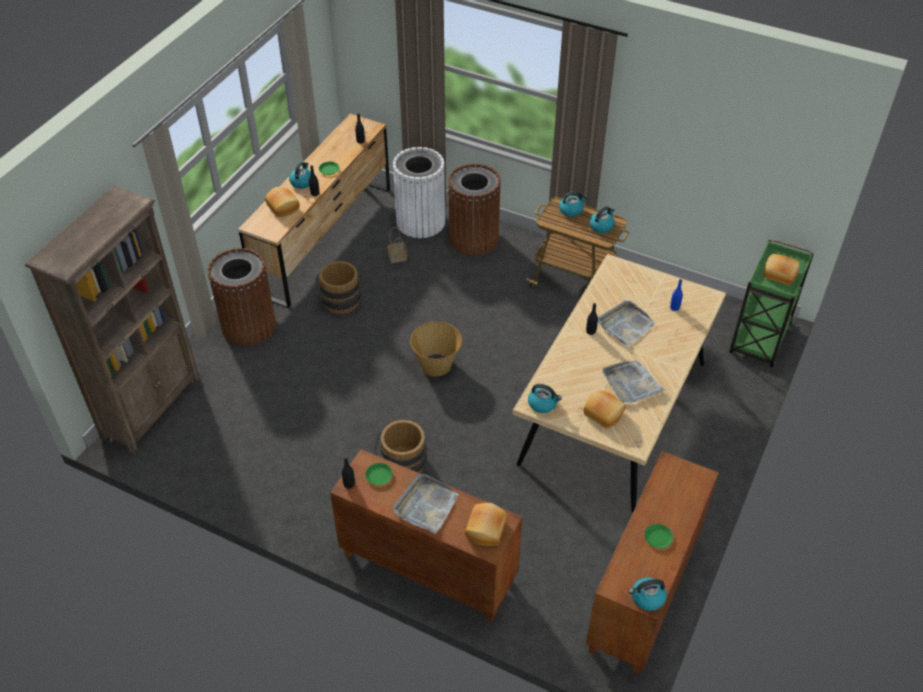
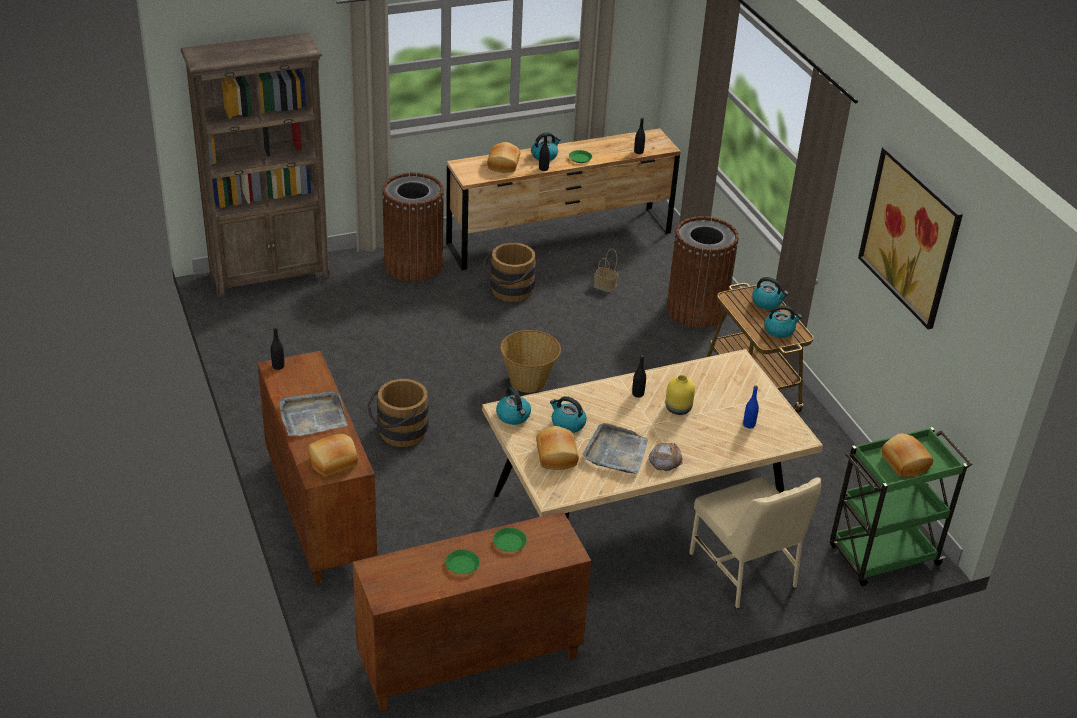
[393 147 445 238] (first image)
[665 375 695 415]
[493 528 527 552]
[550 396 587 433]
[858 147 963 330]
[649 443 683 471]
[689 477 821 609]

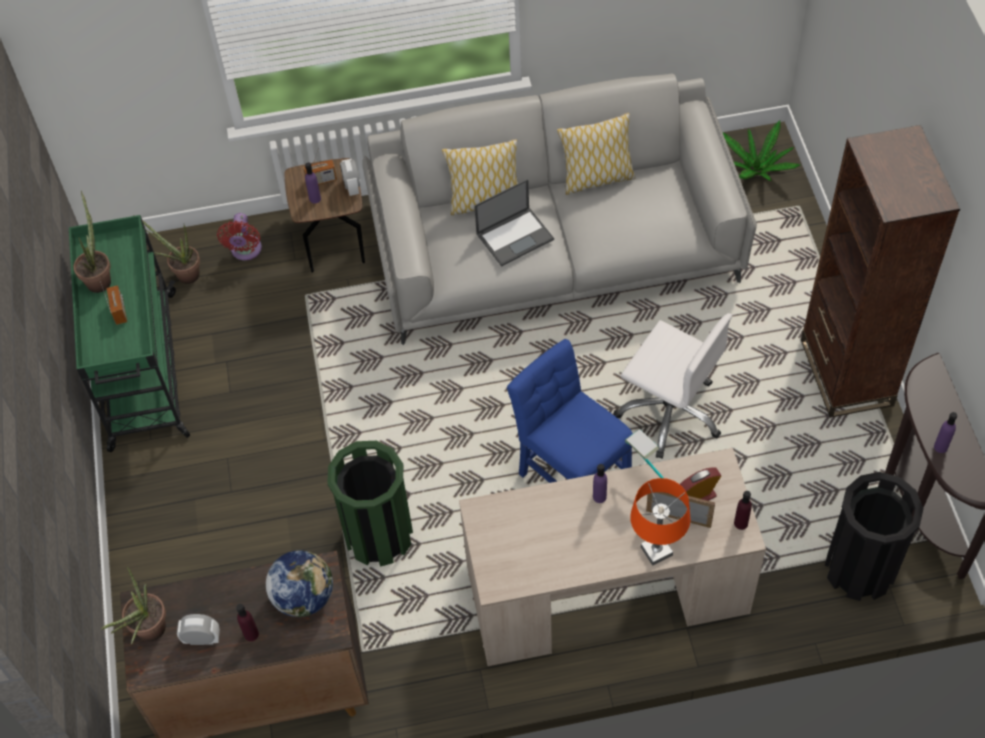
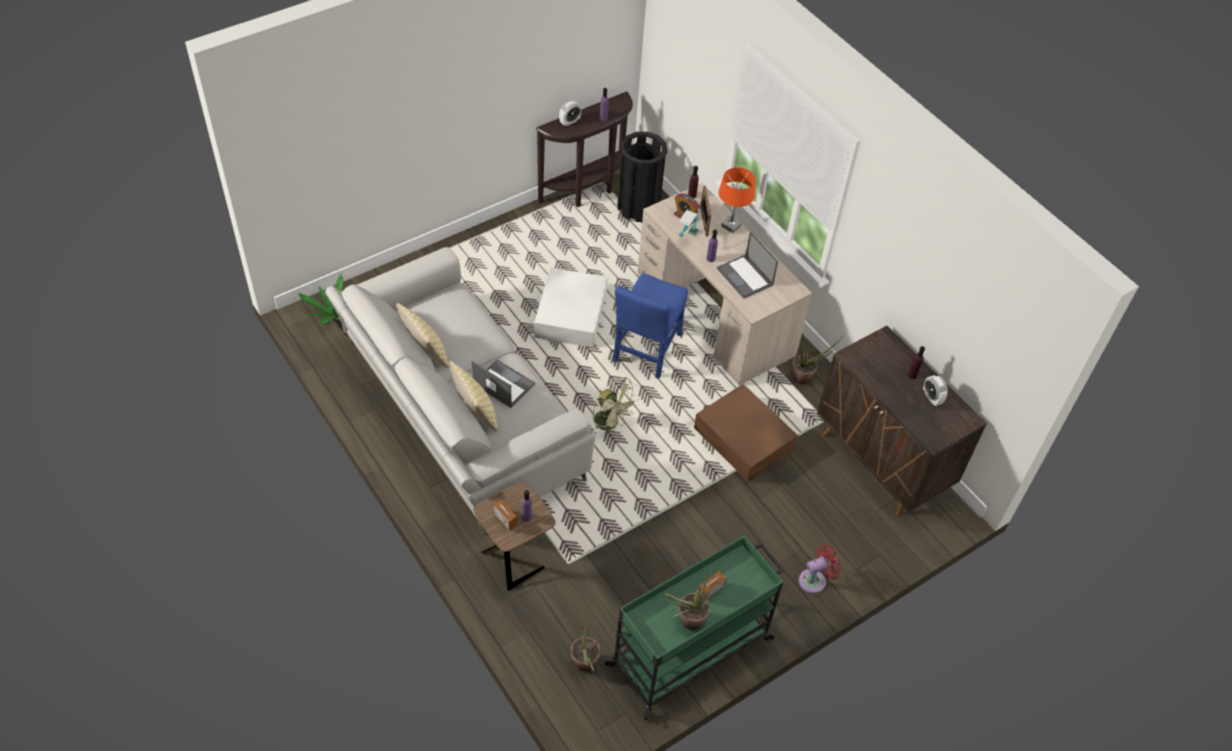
[801 125 960 418] (first image)
[559 101 581 126]
[799 544 841 594]
[534 268 608 347]
[694 384 798 482]
[266 550 333 617] (first image)
[792 336 843 384]
[717 232 778 299]
[593 377 639 431]

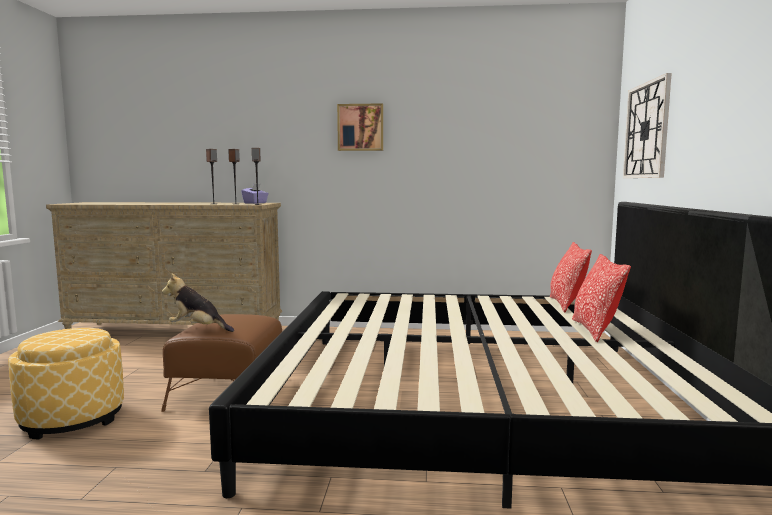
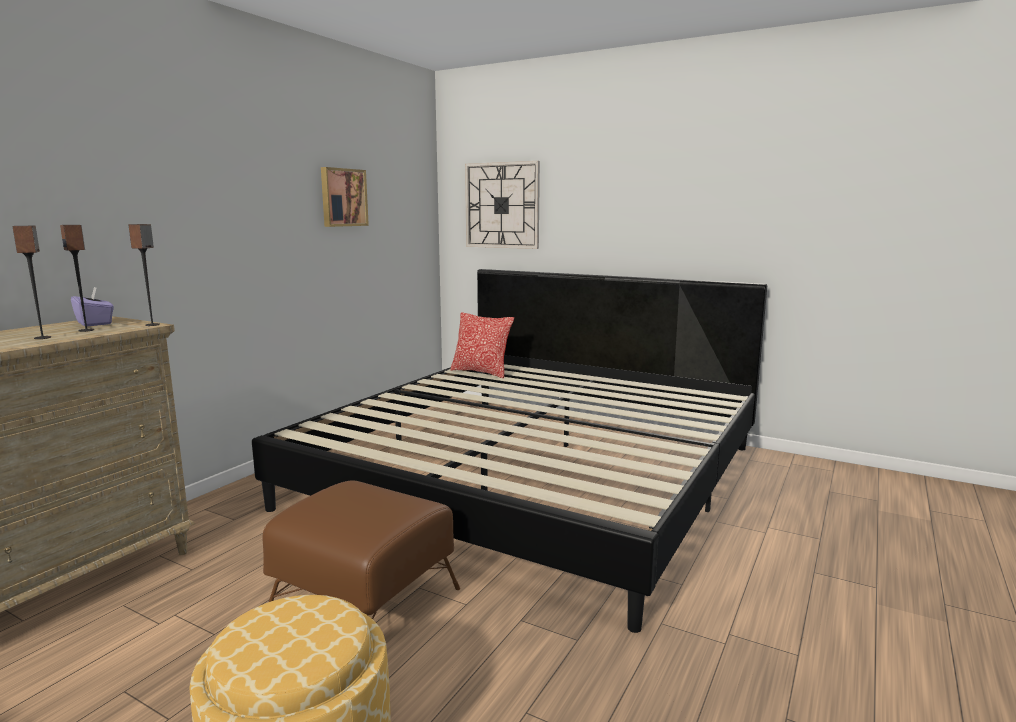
[321 167 369 227]
[572 254 631 342] (first image)
[162 274 234 332] (first image)

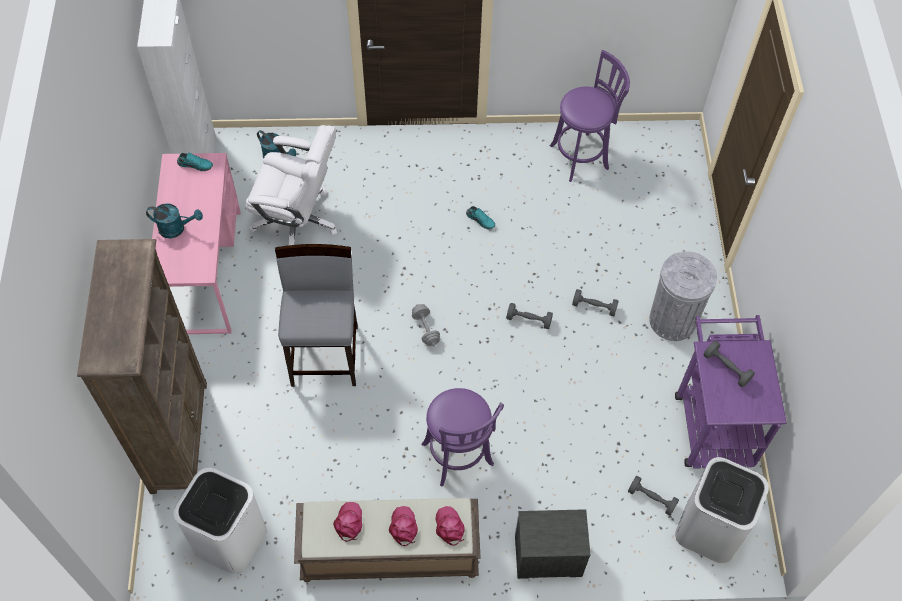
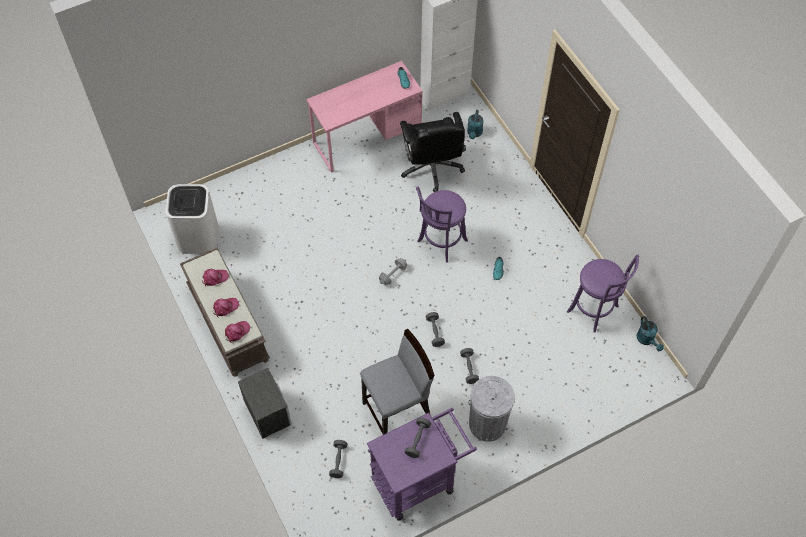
[400 112 466 192]
[637 316 664 351]
[77 239 207 494] (first image)
[360 329 434 435]
[416 186 468 263]
[675 457 769 563] (first image)

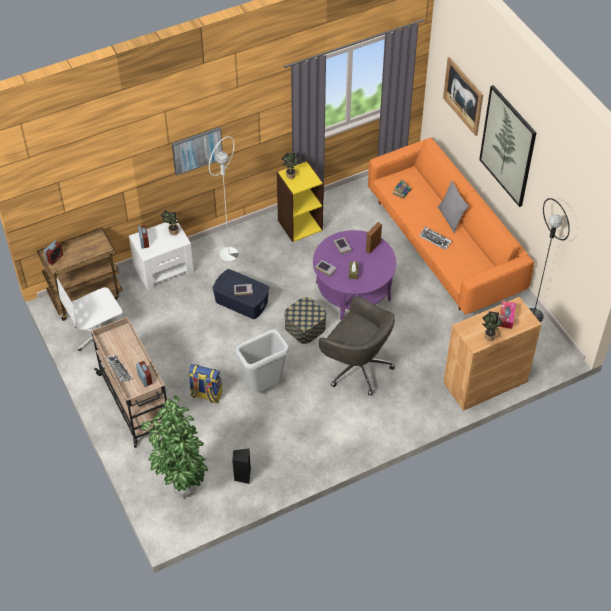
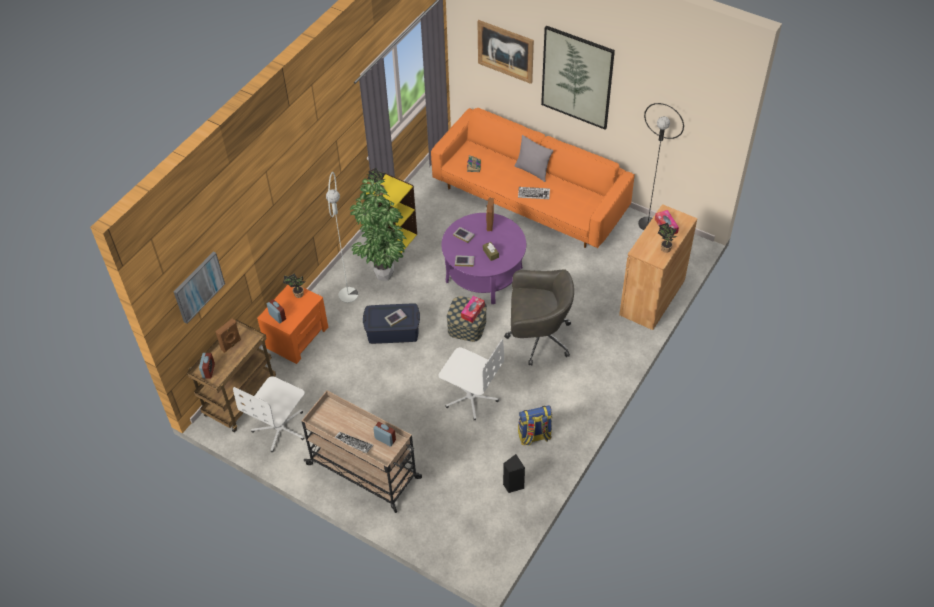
[174 252 225 324]
[257 285 328 364]
[438 339 504 421]
[518 405 552 446]
[350 174 407 281]
[461 296 485 323]
[215 319 241 353]

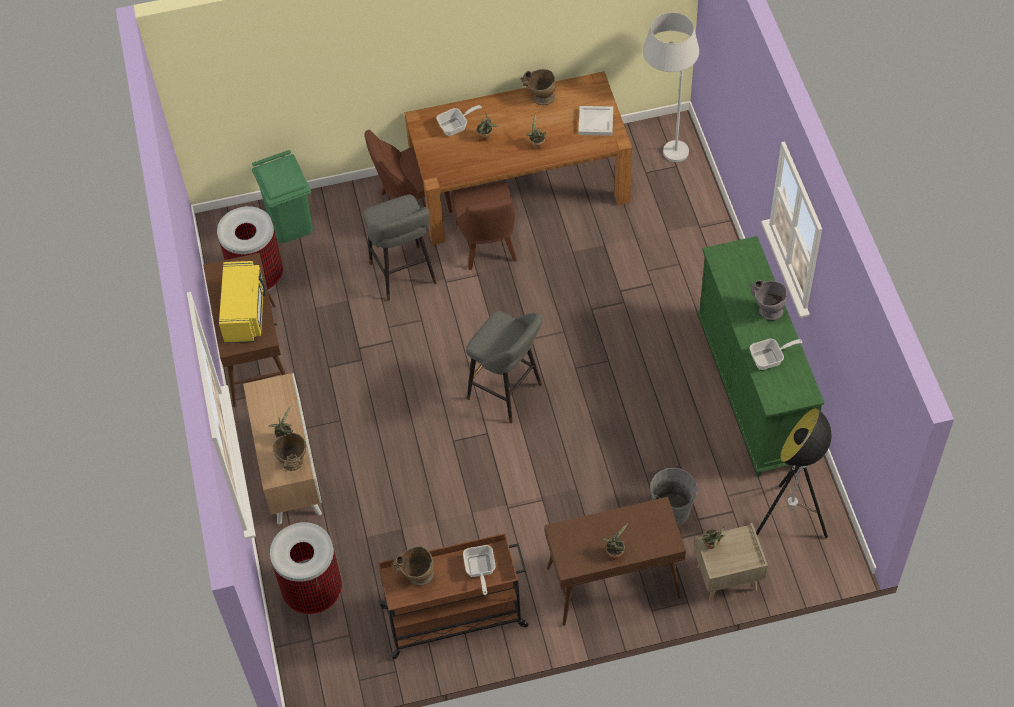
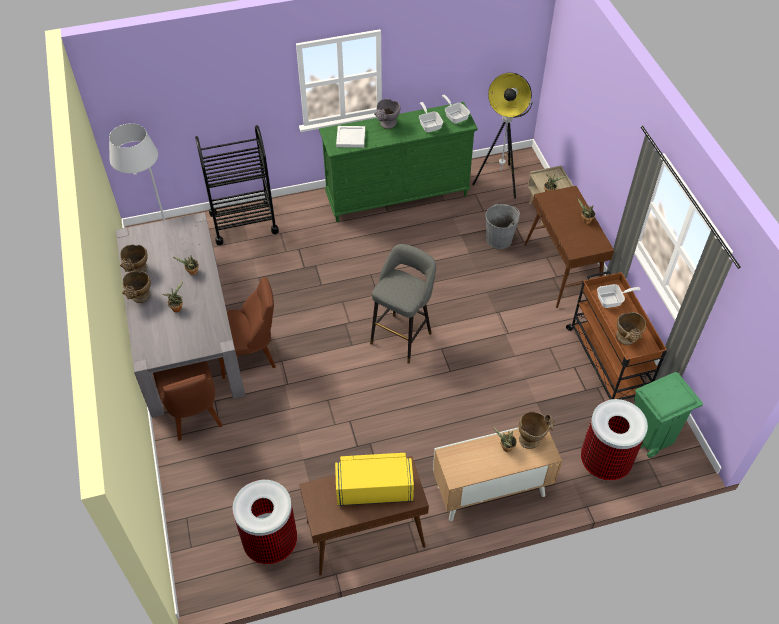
[116 212 245 418]
[442 95 470 124]
[336 126 365 148]
[634 372 703 458]
[363 195 437 301] (first image)
[195 125 279 245]
[122 271 151 303]

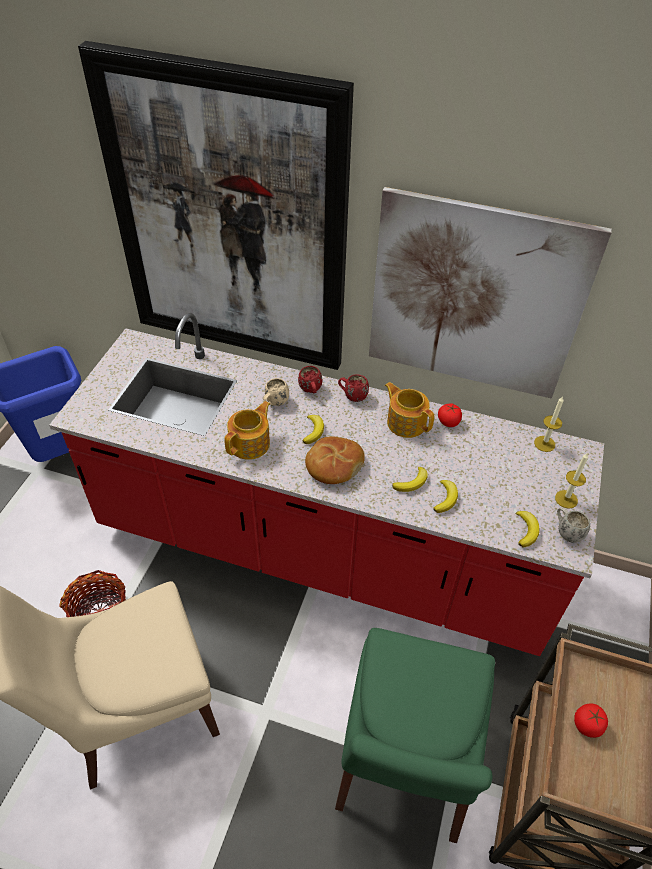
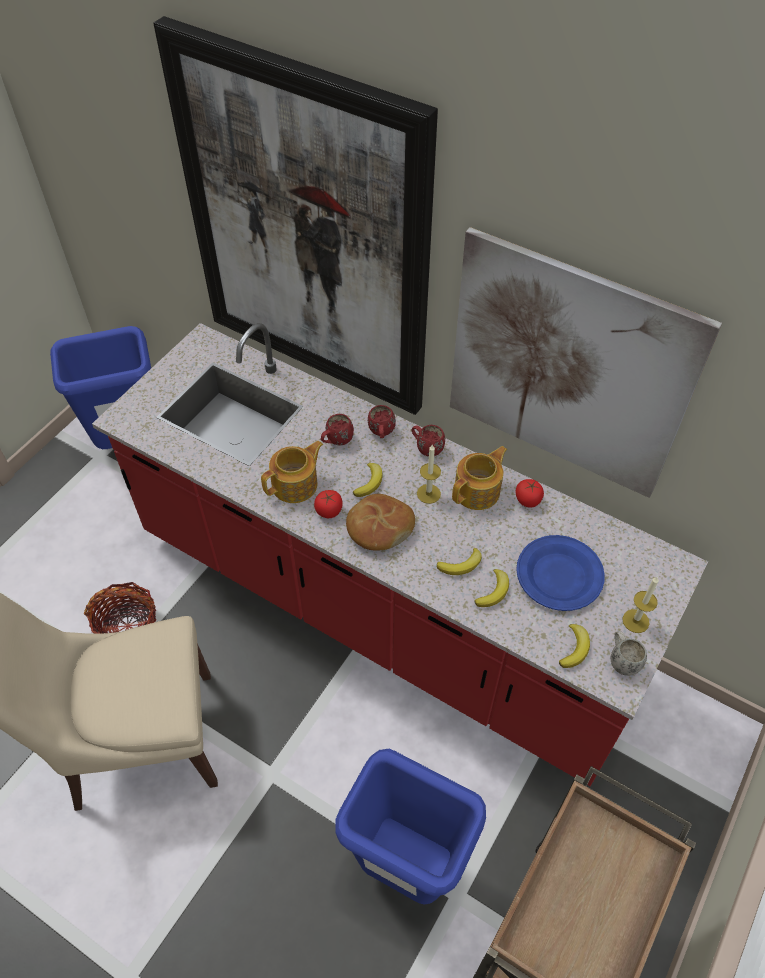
[321 414 354 445]
[452 446 507 510]
[417 445 441 504]
[335 749 486 905]
[314 490 343 518]
[516 535 605 611]

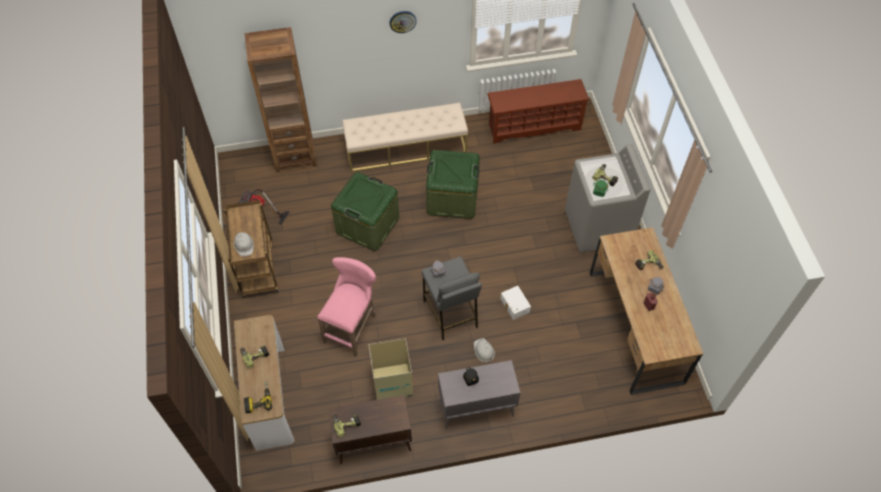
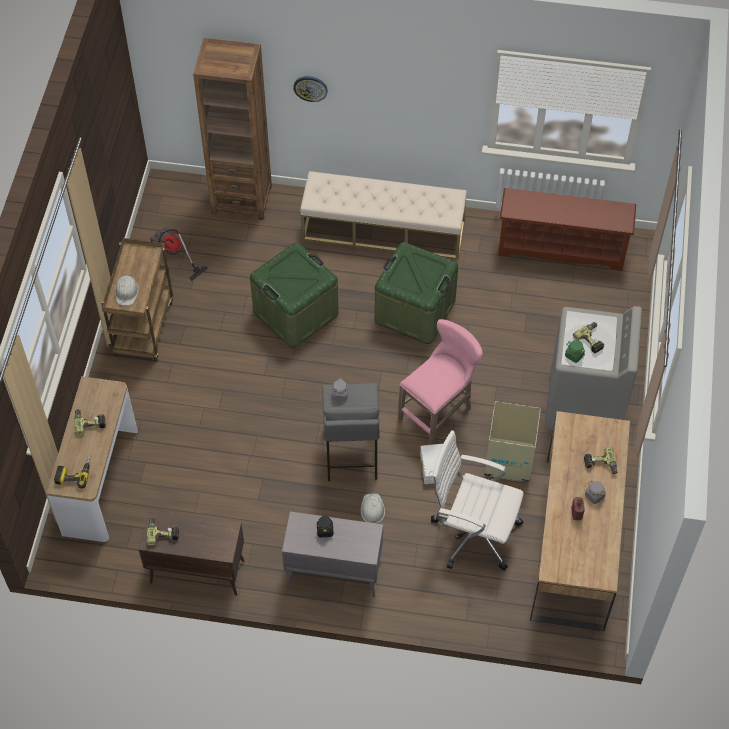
[293 76 328 102]
[398 319 483 445]
[485 401 541 482]
[431 430 524 571]

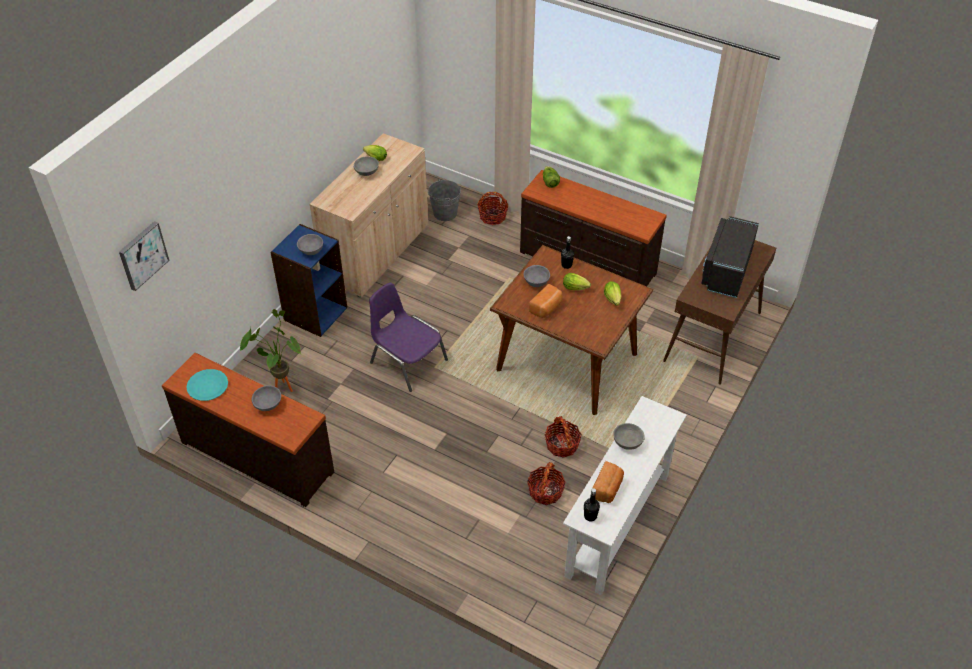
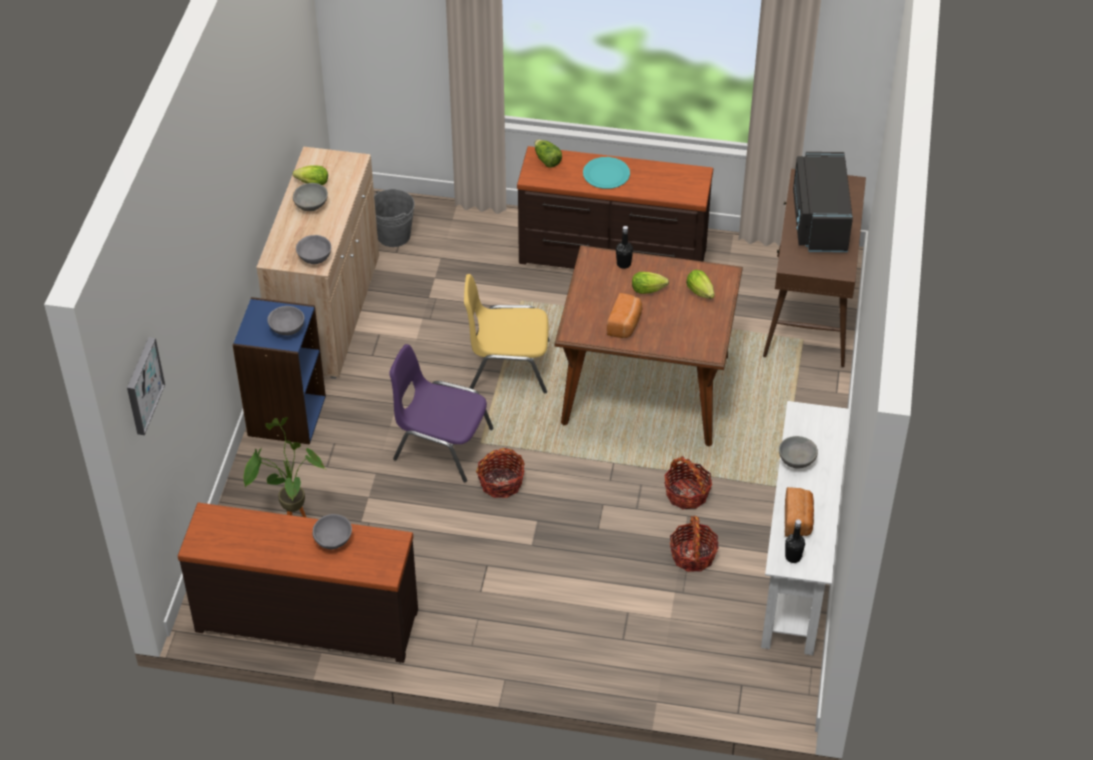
[476 448 525 498]
[296 235 331 264]
[583 157 630 189]
[464 274 550 393]

